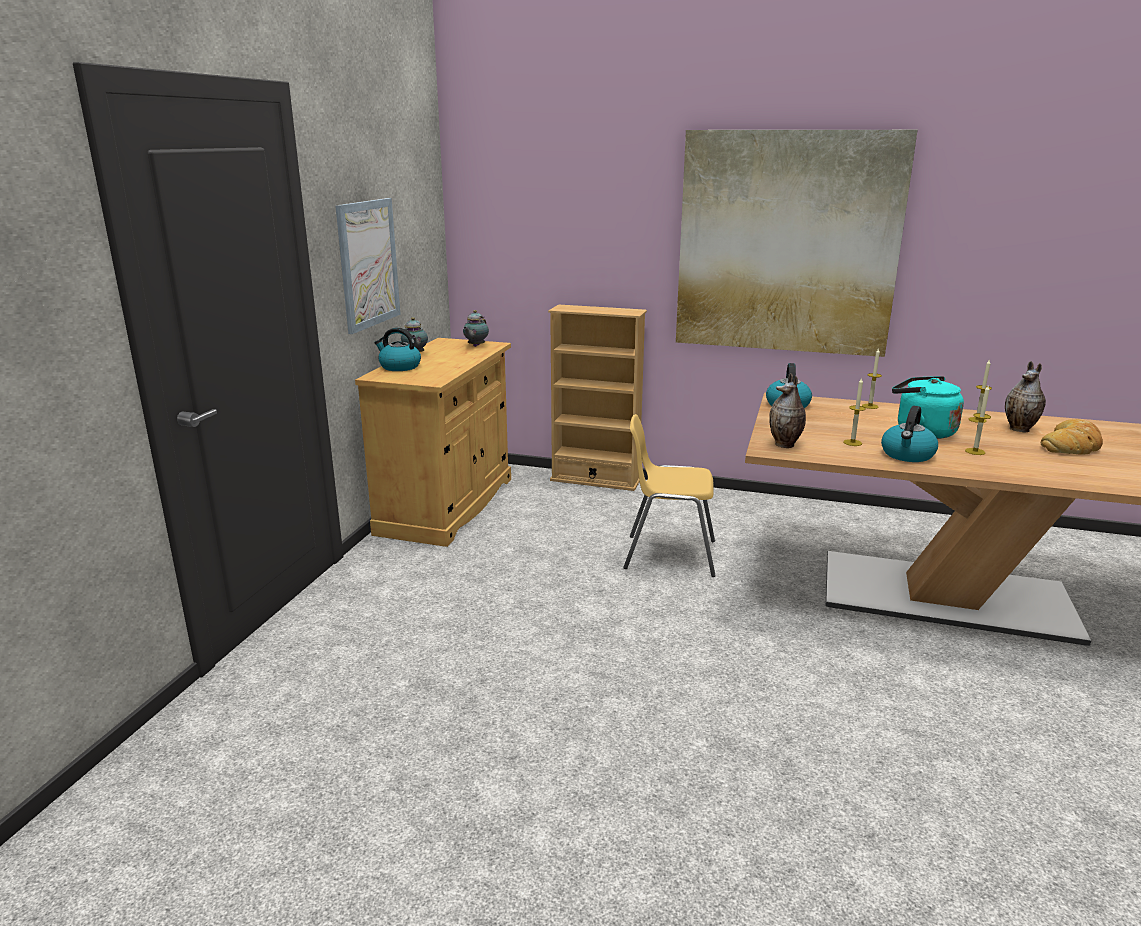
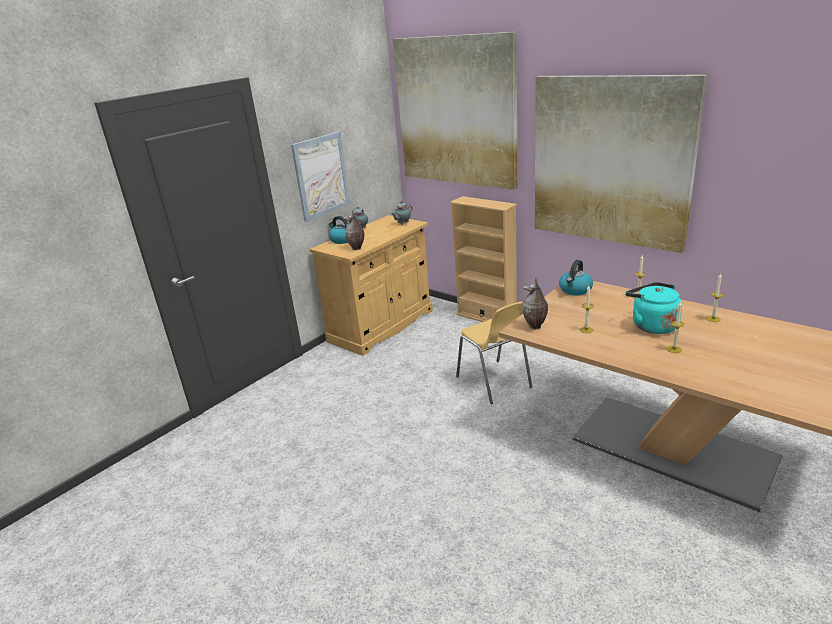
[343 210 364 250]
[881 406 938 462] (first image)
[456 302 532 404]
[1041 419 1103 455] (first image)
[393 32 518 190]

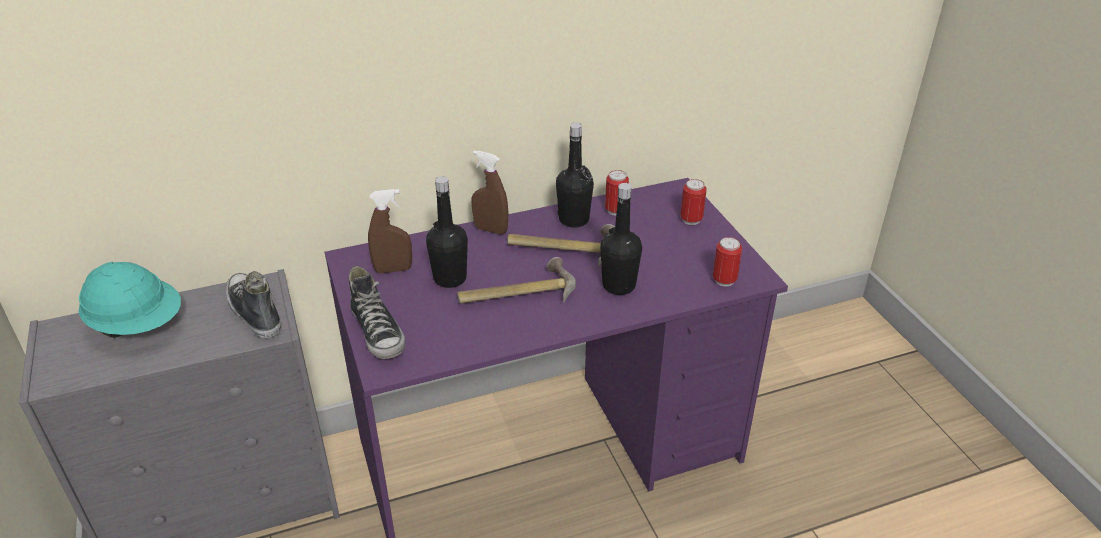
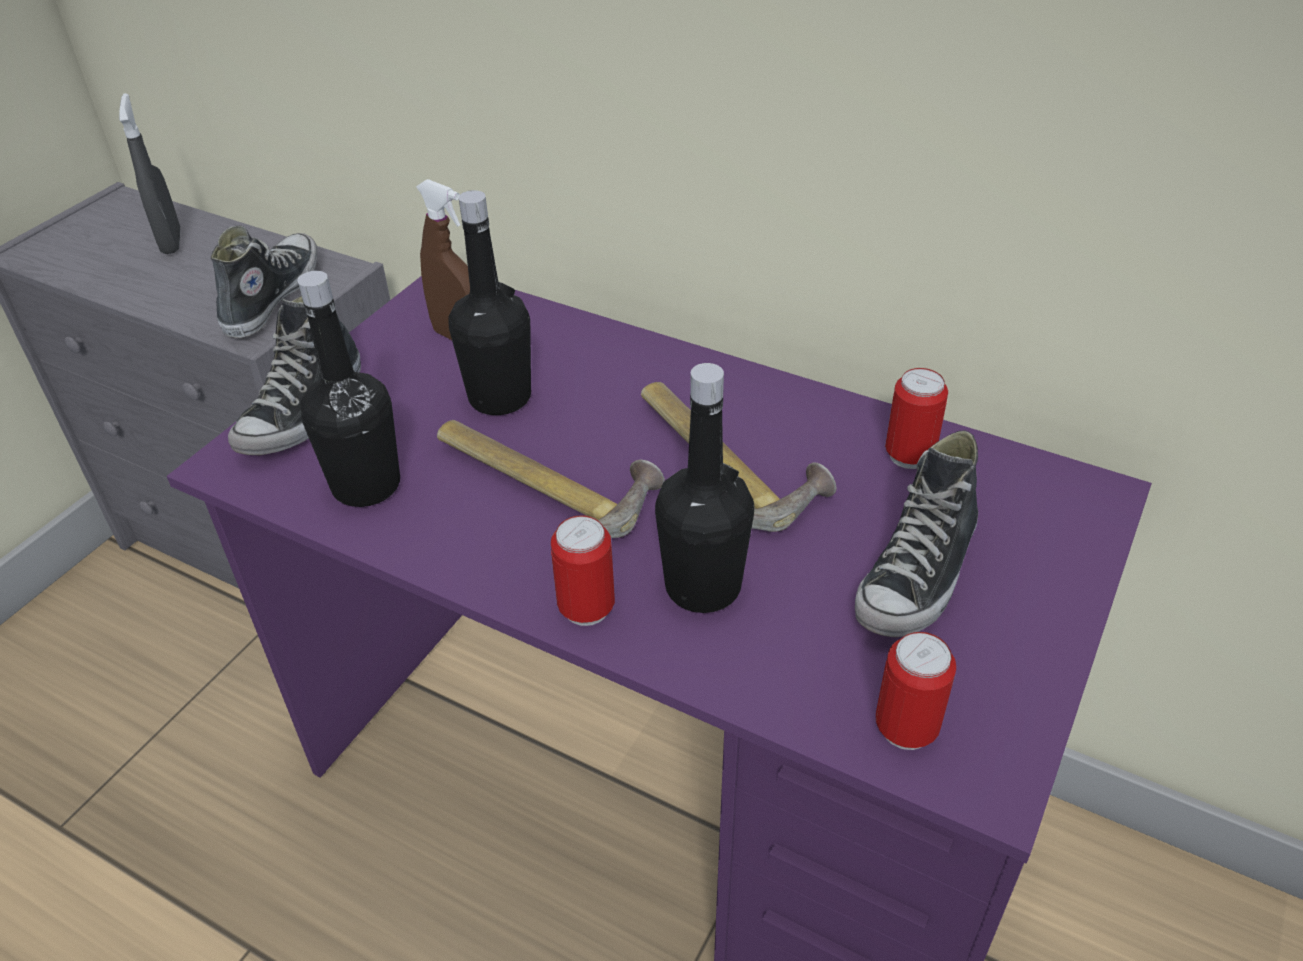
[298 271 400 507]
[472 150 508 235] (first image)
[551 515 615 626]
[119 93 180 254]
[855 430 978 637]

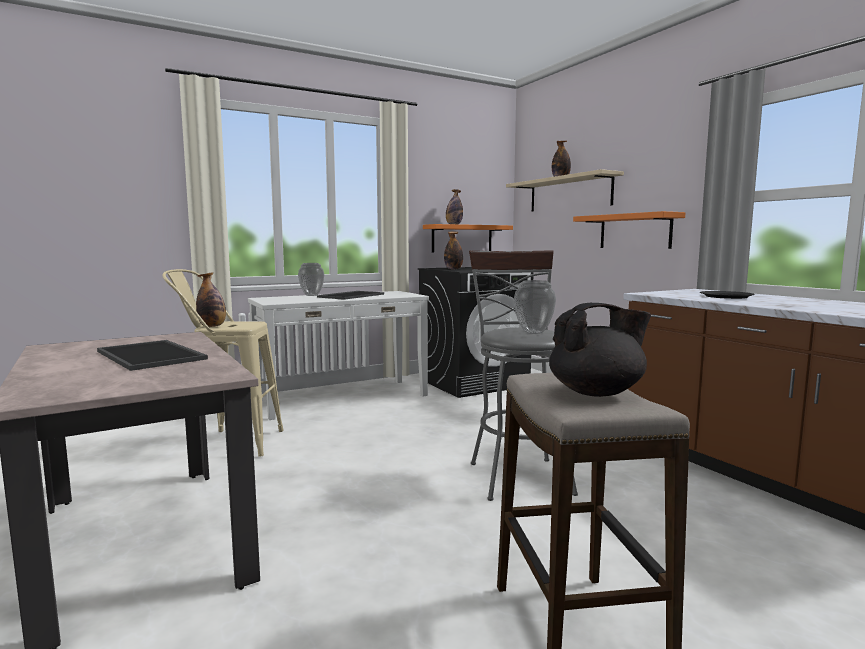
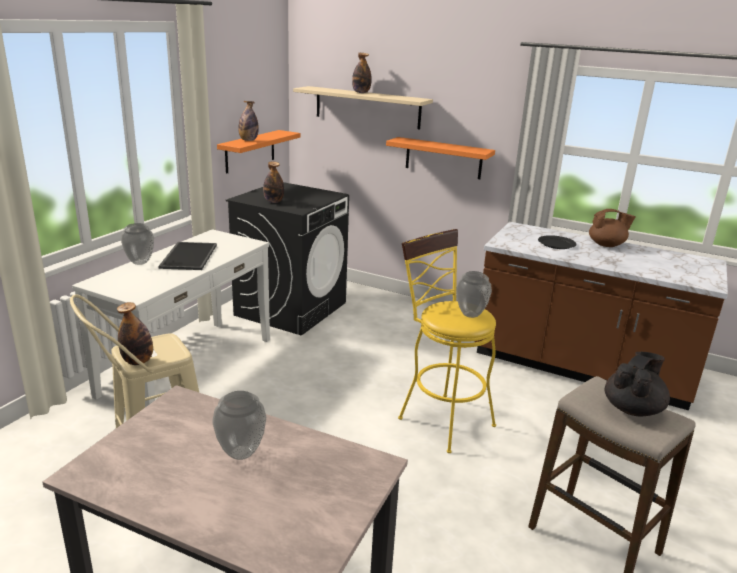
[398 229 496 453]
[212 391 266 460]
[589 209 635 247]

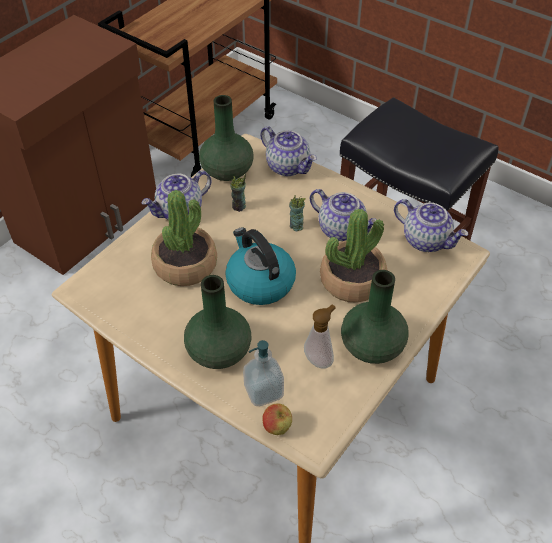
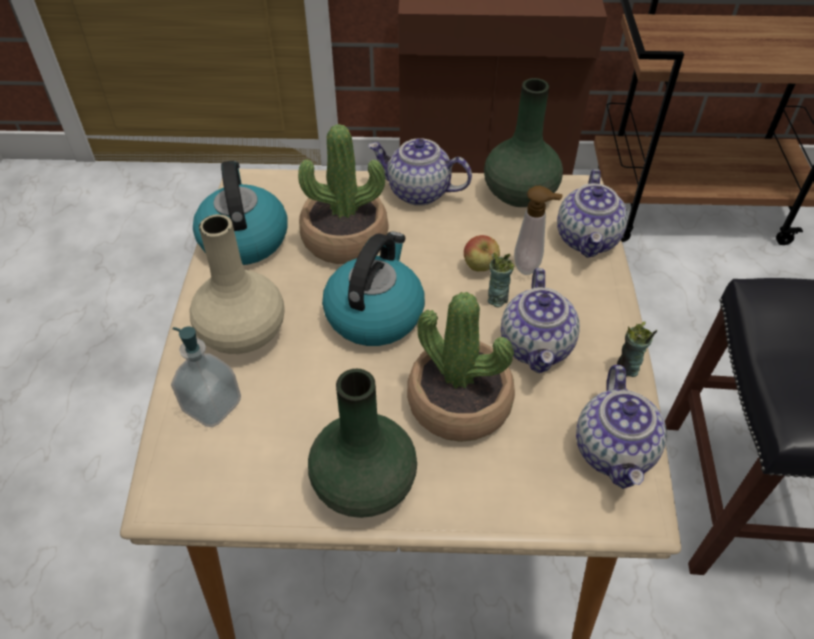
[617 322 657 377]
[190 214 285 354]
[514 186 563 275]
[464 235 500 271]
[193 161 287 265]

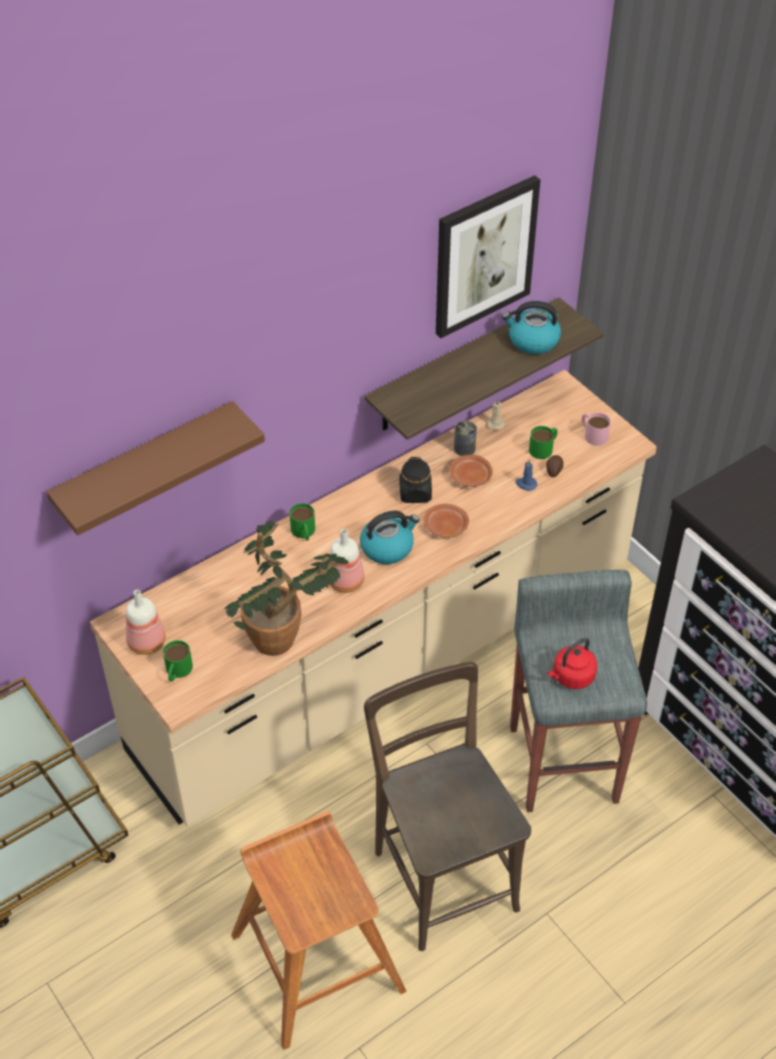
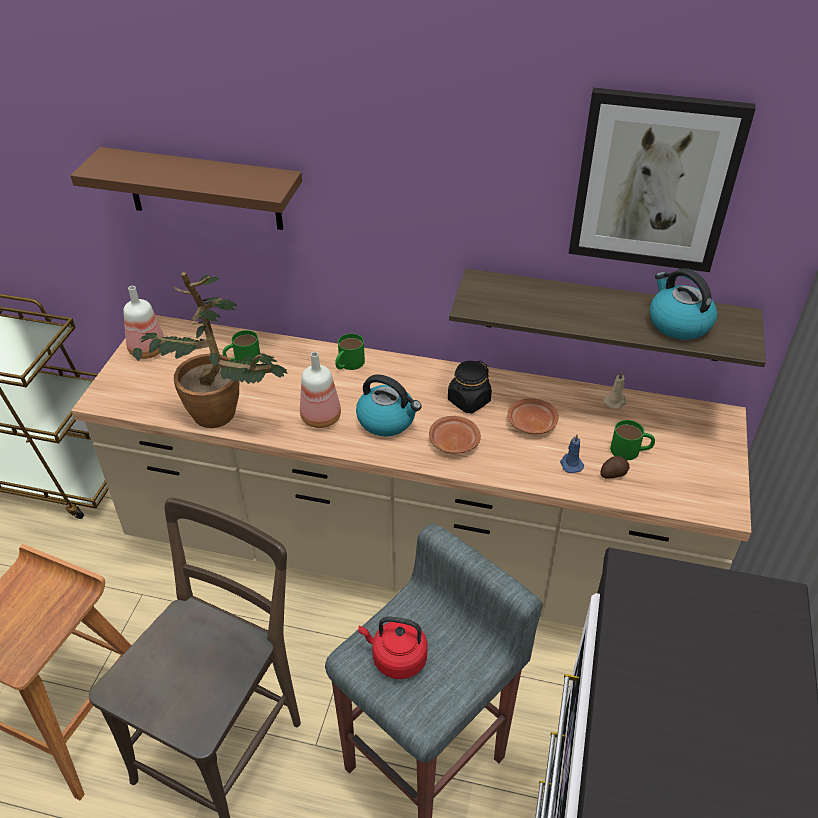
[582 413 611 446] (first image)
[454 421 477 456] (first image)
[223 330 260 364]

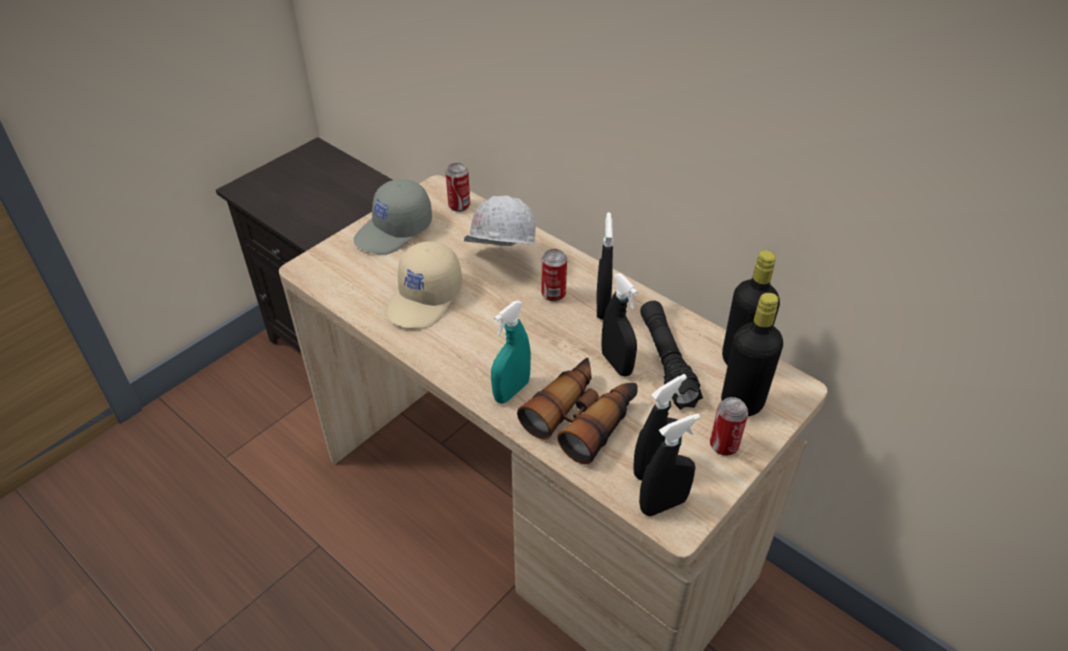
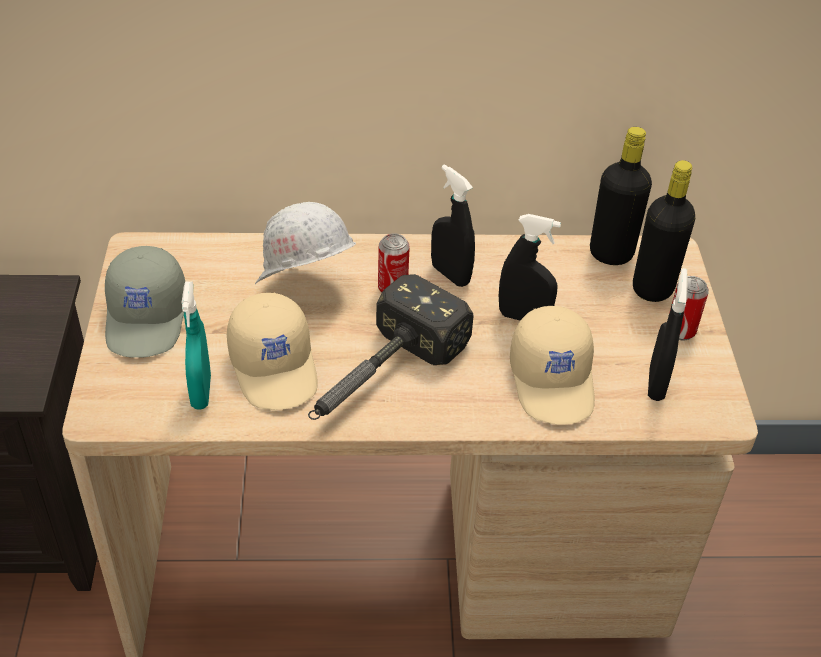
[446 163 470 212] (first image)
[182 281 211 410]
[640 301 703 410] (first image)
[510 306 595 425]
[639 413 700 516] (first image)
[308 274 474 420]

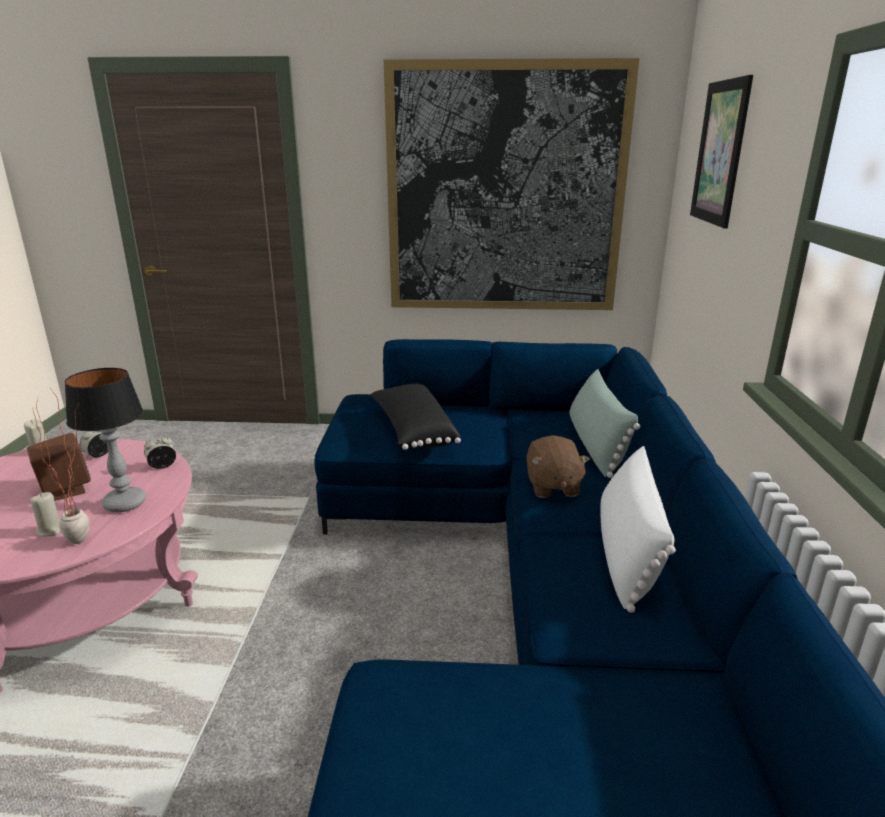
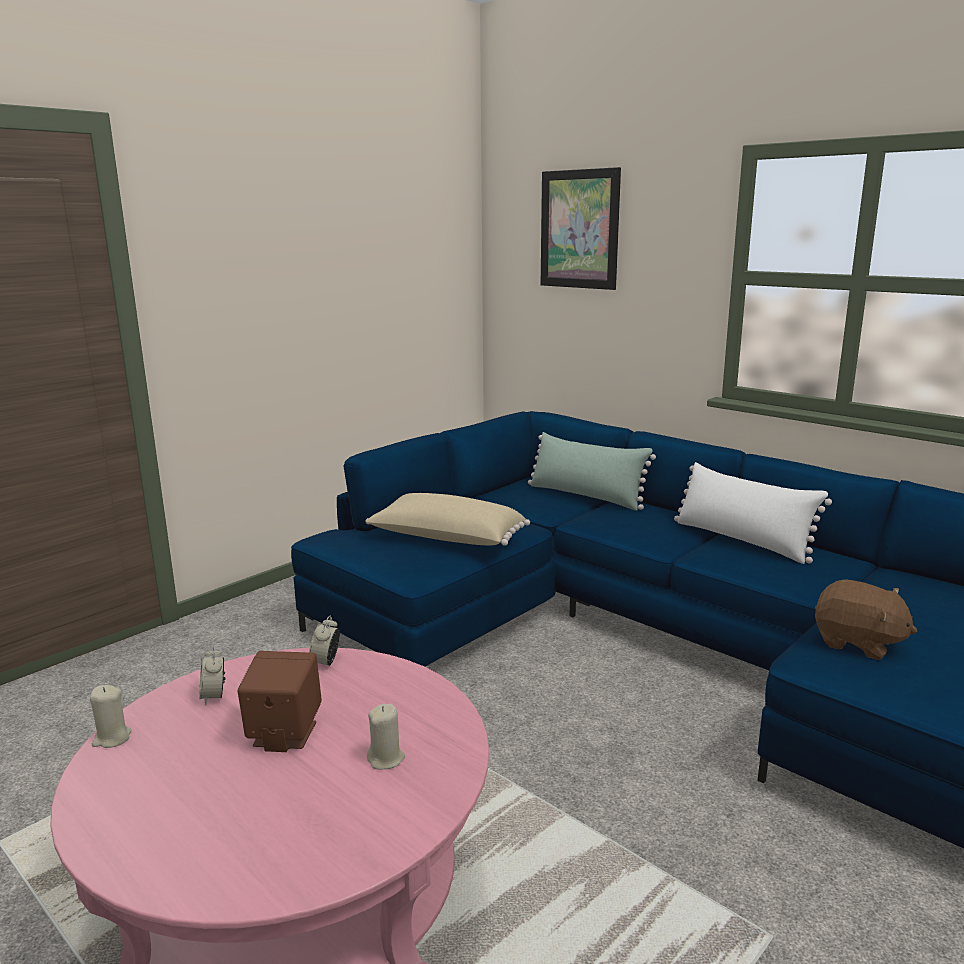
[384 58 639 310] (first image)
[65 368 146 513] (first image)
[365 493 530 546]
[33 388 90 544] (first image)
[815 579 917 660]

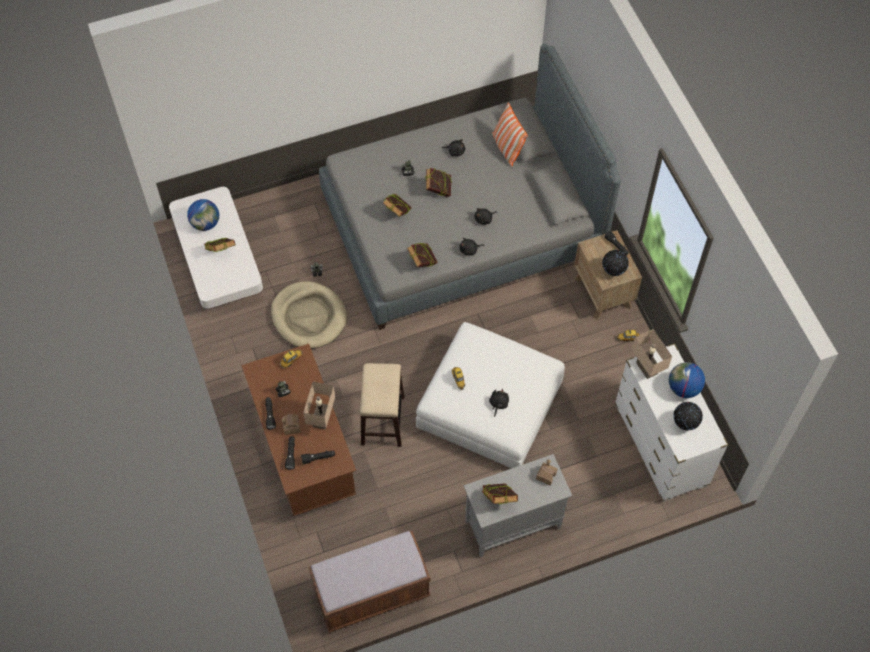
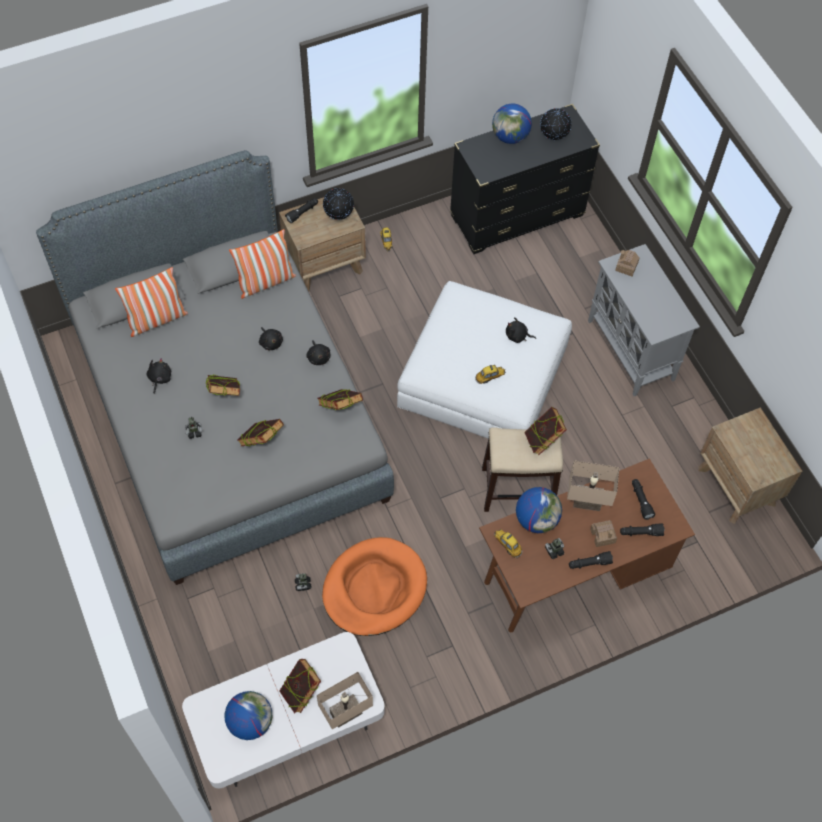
[322 537 427 636]
[317 672 373 729]
[450 104 600 254]
[524 407 567 455]
[698 408 802 524]
[229 229 296 299]
[516 487 562 533]

